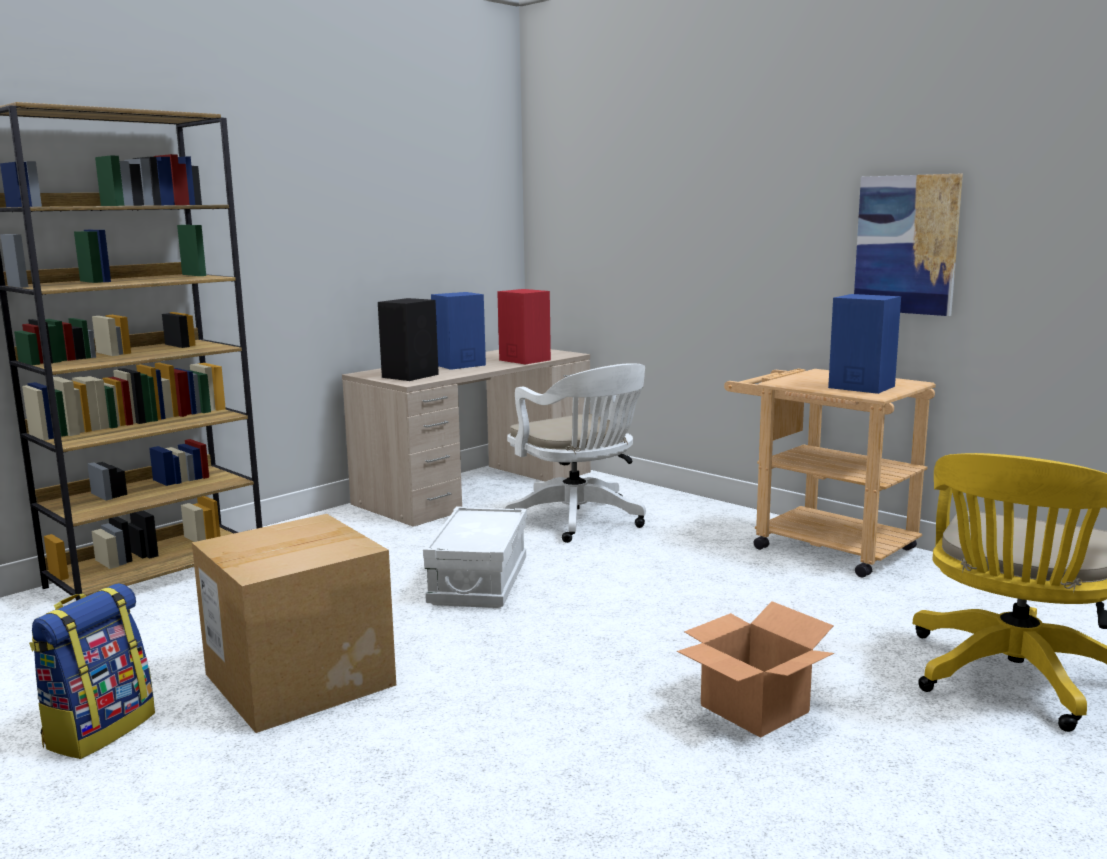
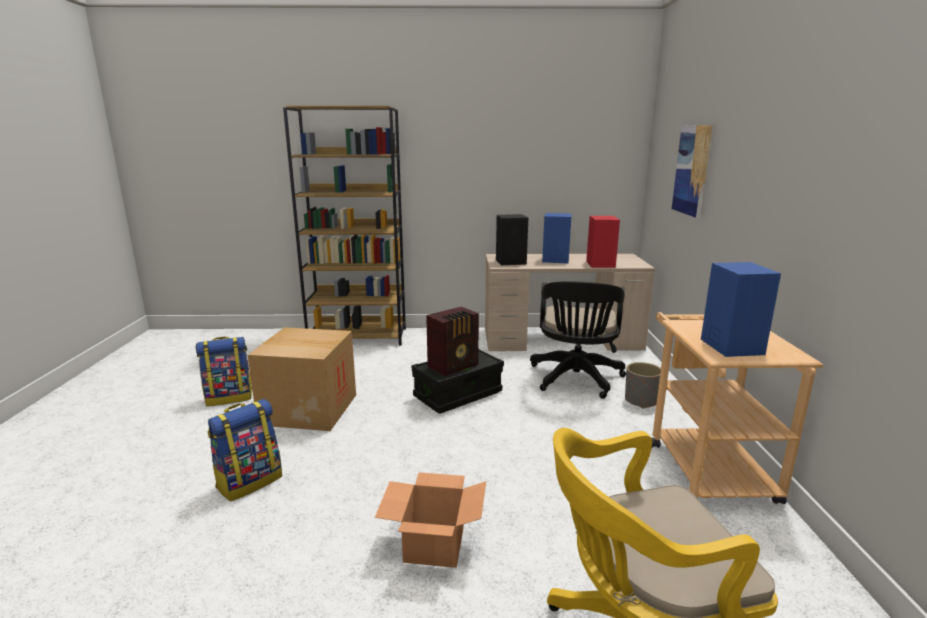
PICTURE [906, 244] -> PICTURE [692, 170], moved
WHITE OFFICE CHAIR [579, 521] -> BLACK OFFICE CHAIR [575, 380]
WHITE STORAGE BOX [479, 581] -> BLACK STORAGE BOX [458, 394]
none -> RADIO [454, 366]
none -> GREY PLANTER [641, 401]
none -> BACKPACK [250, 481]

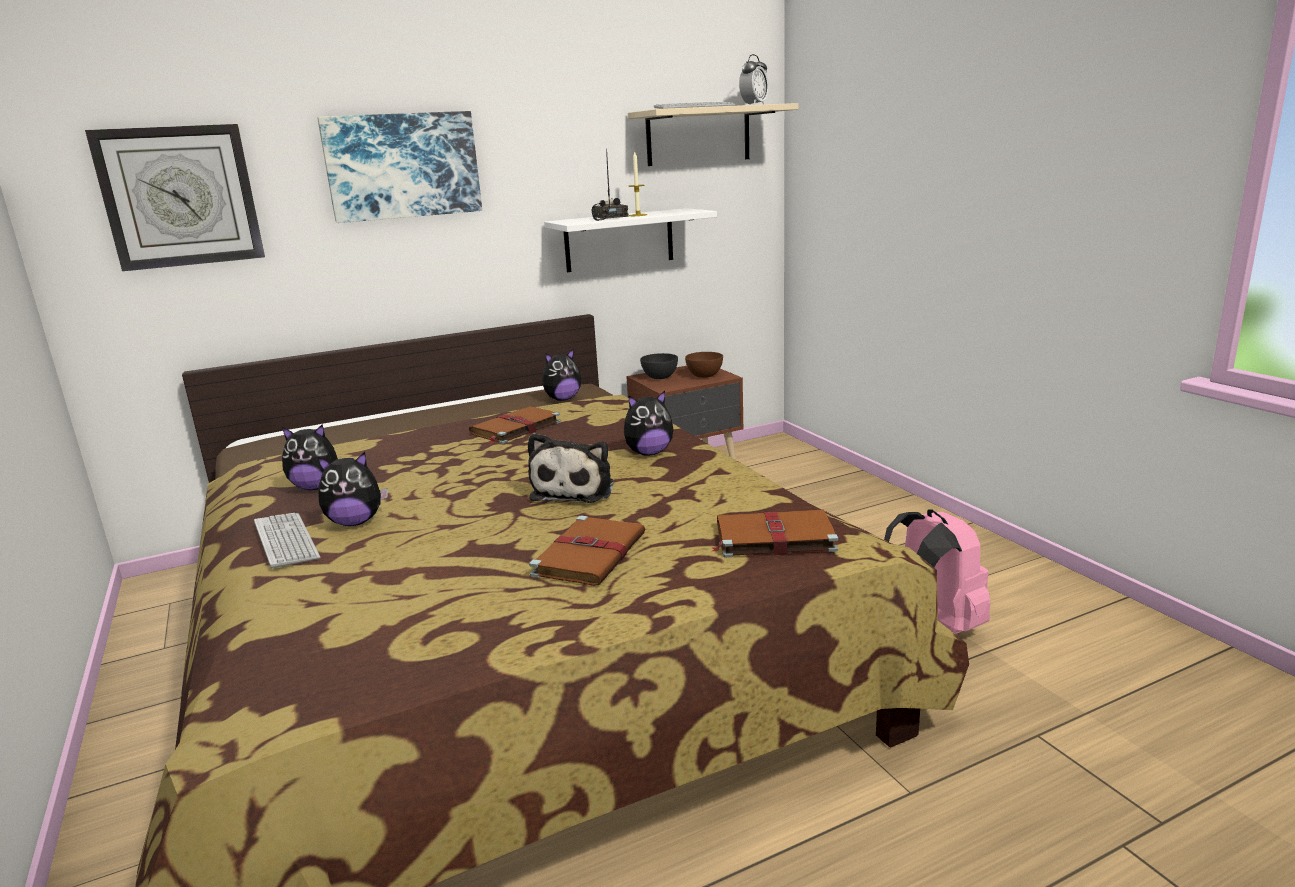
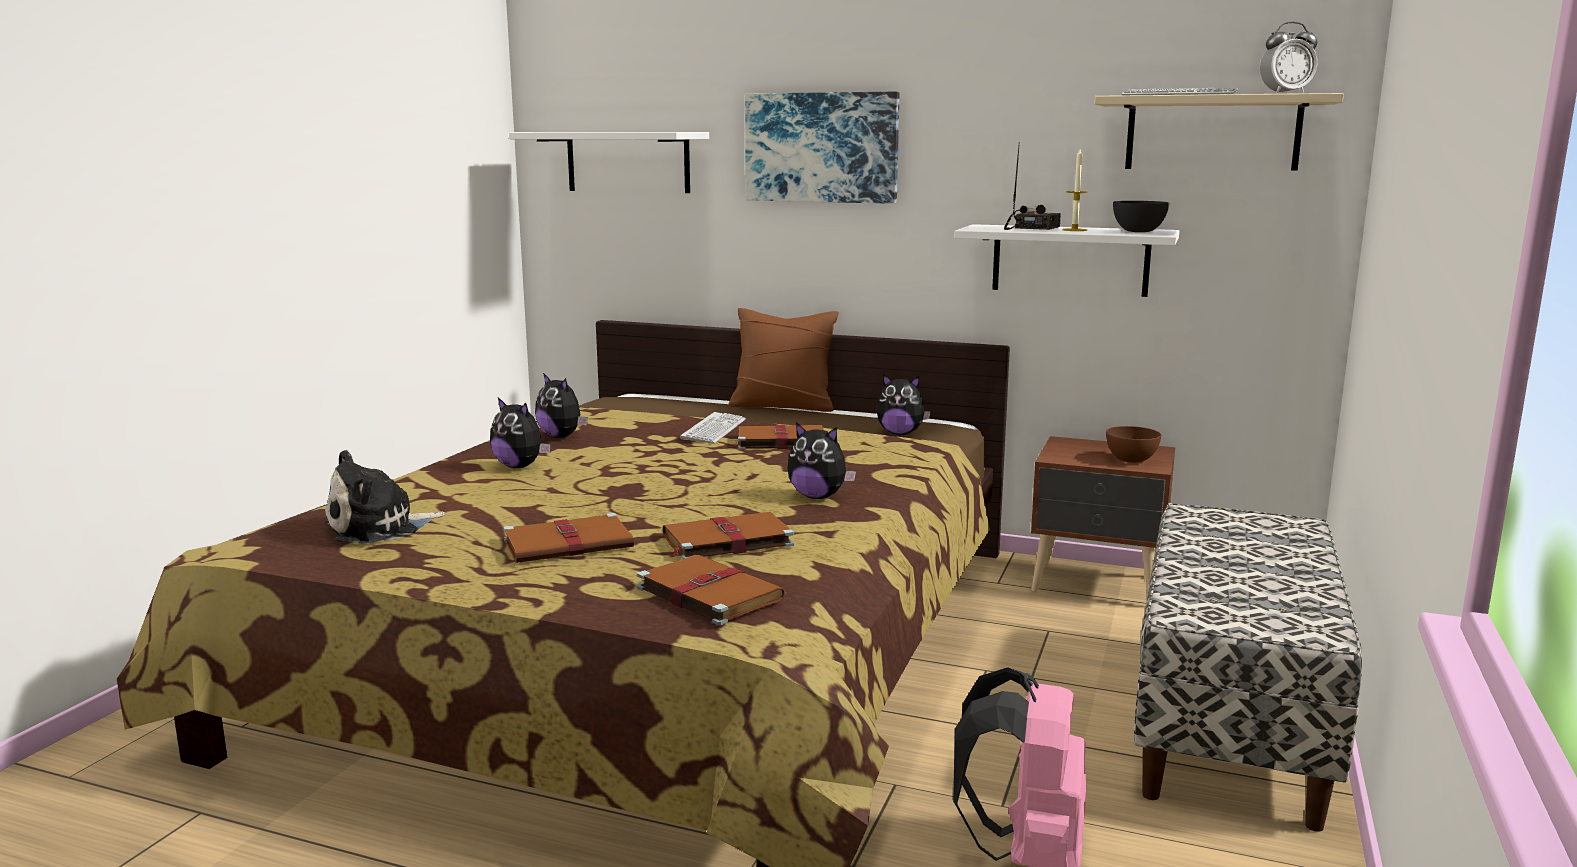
WALL CLOCK [180, 197] -> WHITE SHELF [628, 162]
GREY BOWL [659, 377] -> GREY BOWL [1138, 231], moved
PLUSH TOY [575, 489] -> PLUSH TOY [379, 528], moved
KEYBOARD [286, 541] -> KEYBOARD [714, 430], moved
none -> BROWN PILLOW [783, 406]
none -> BENCH [1231, 723]
none -> BROWN BOOK [725, 541]

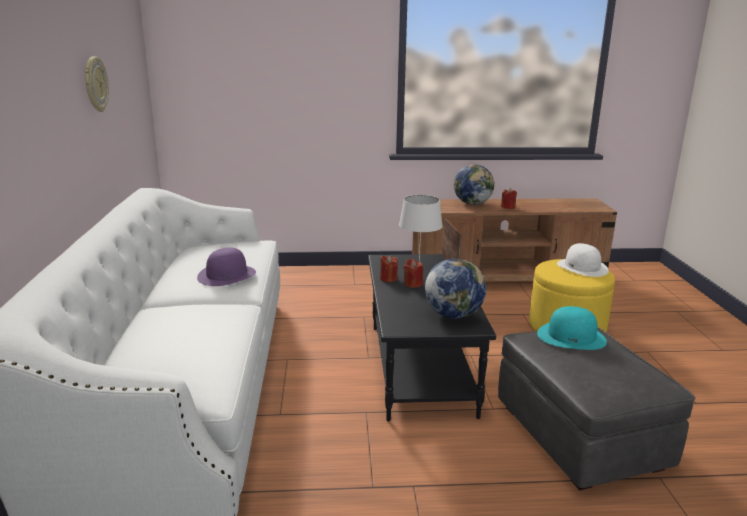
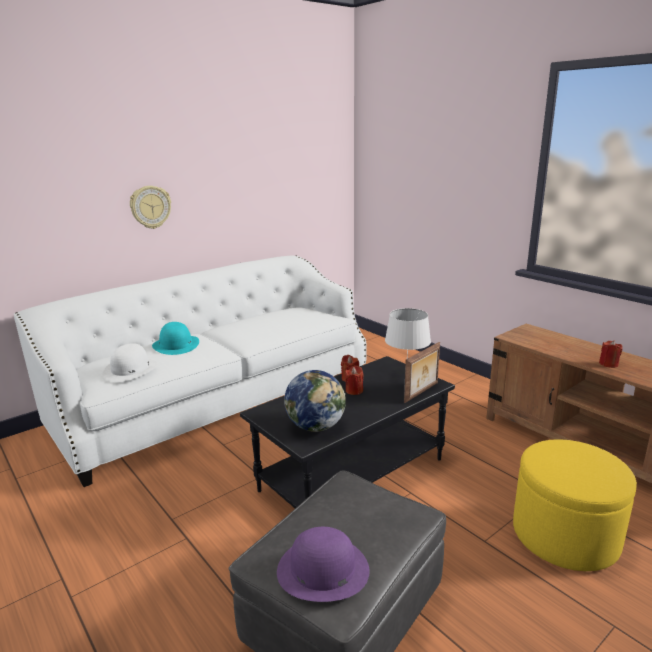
WALL CLOCK [95, 84] -> WALL CLOCK [150, 207], moved
GLOBE [472, 203] -> none
WHITE HAT [582, 267] -> WHITE HAT [130, 369], moved
PURPLE HAT [226, 275] -> PURPLE HAT [322, 570], moved
TURQUOISE HAT [571, 337] -> TURQUOISE HAT [176, 345], moved

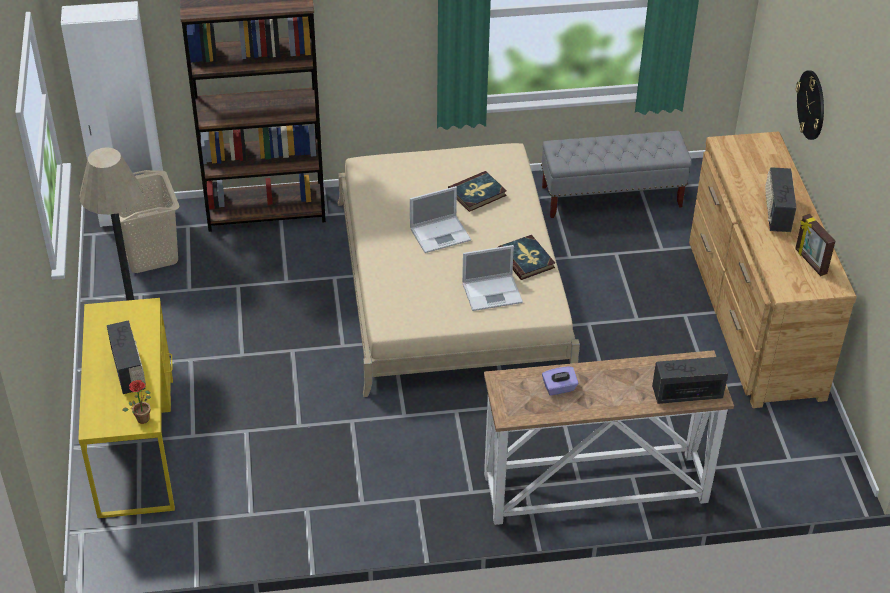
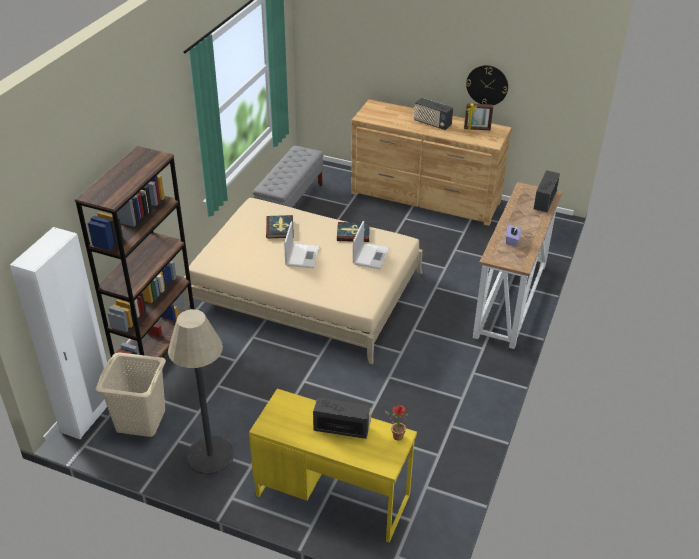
WALL CLOCK [811, 105] -> WALL CLOCK [487, 85], moved

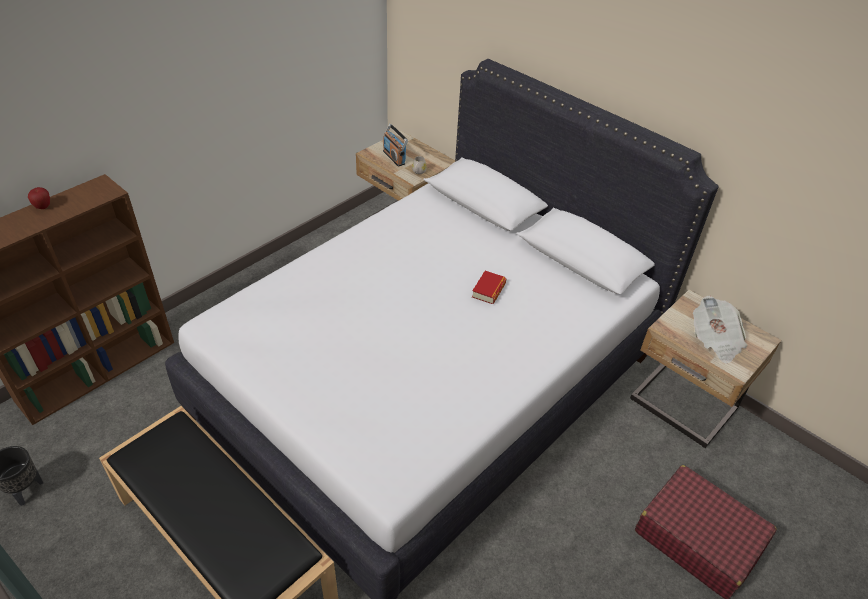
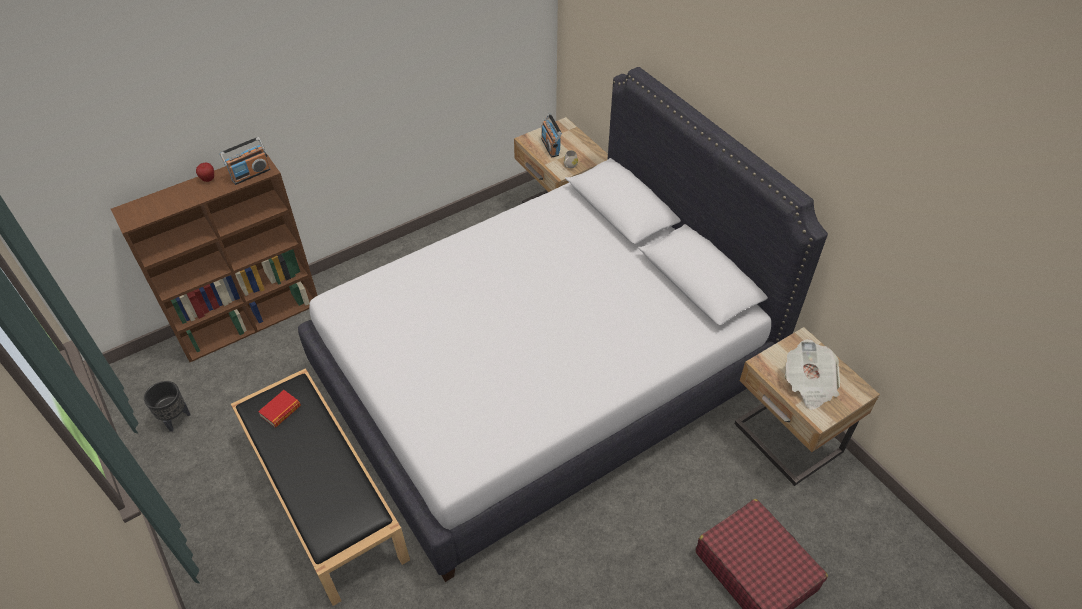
BOOK [488, 290] -> BOOK [281, 411], moved
none -> RADIO [250, 174]

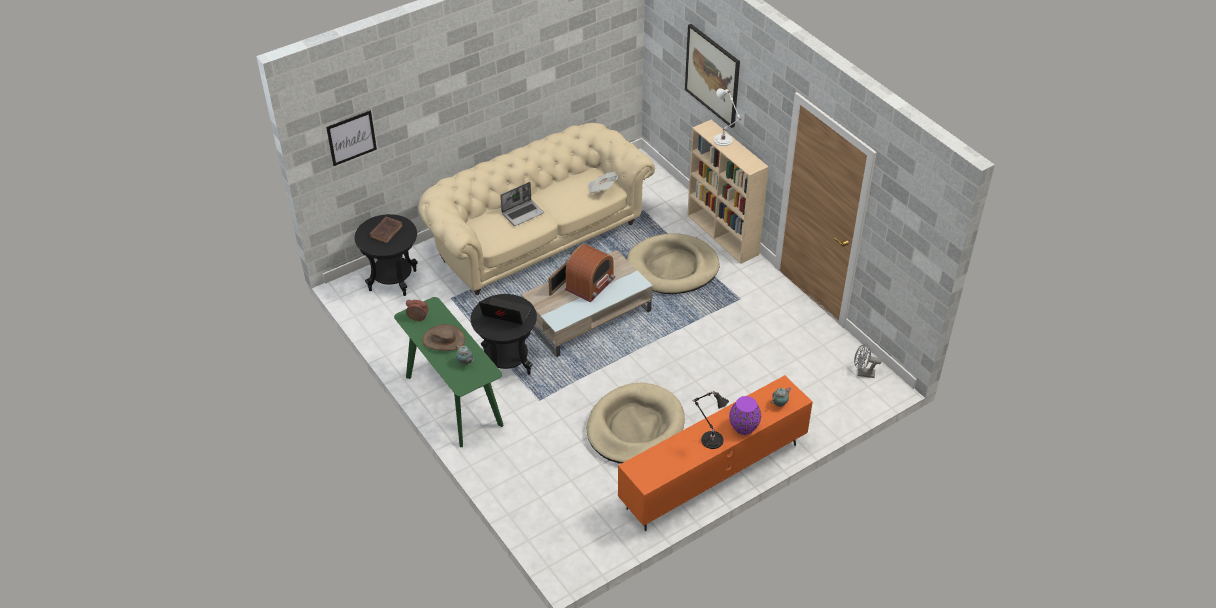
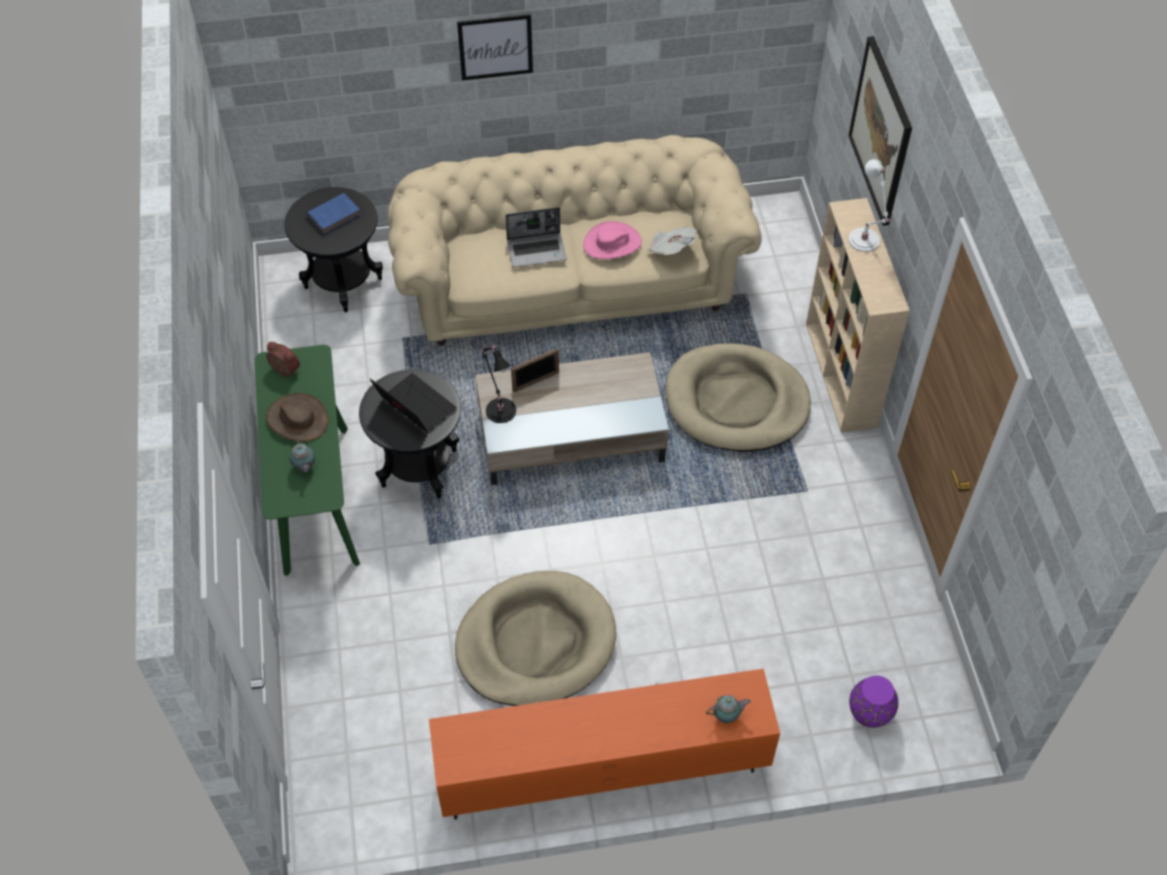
PICTURE [351, 138] -> PICTURE [495, 46], moved
BROWN BOOK [387, 231] -> BLUE BOOK [335, 215]
RADIO [590, 284] -> none
GREY FAN [862, 373] -> none
BLACK TABLE LAMP [710, 439] -> BLACK TABLE LAMP [499, 408], moved
PURPLE VASE [744, 427] -> PURPLE VASE [870, 713], moved
none -> PINK HAT [612, 243]

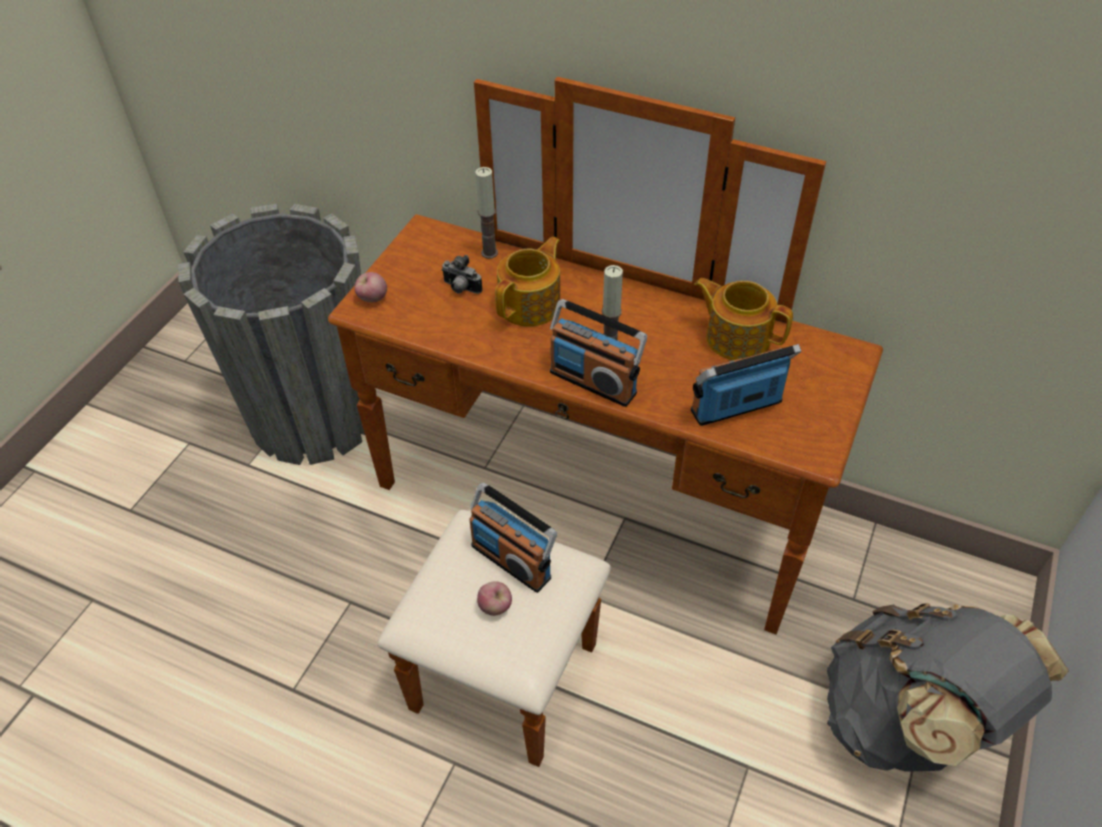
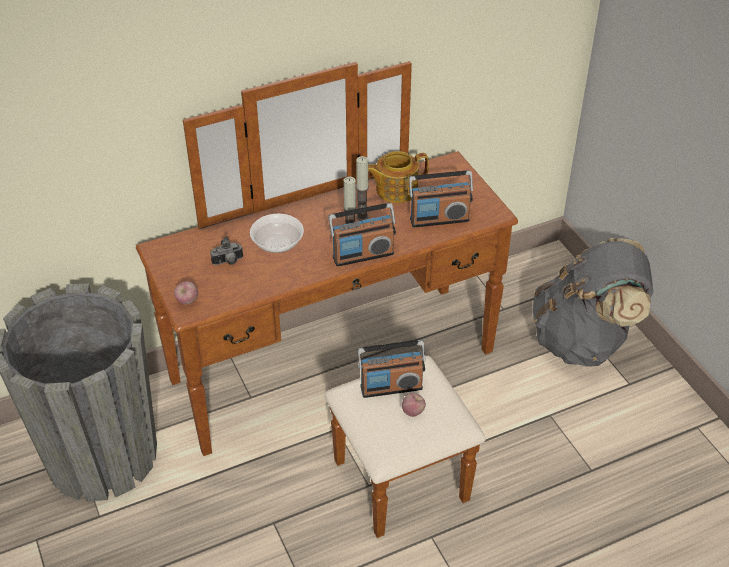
CANDLE [489, 253] -> CANDLE [362, 216], moved
TEAPOT [531, 305] -> BOWL [278, 243]
RADIO [737, 407] -> RADIO [439, 219], 120 degrees counterclockwise

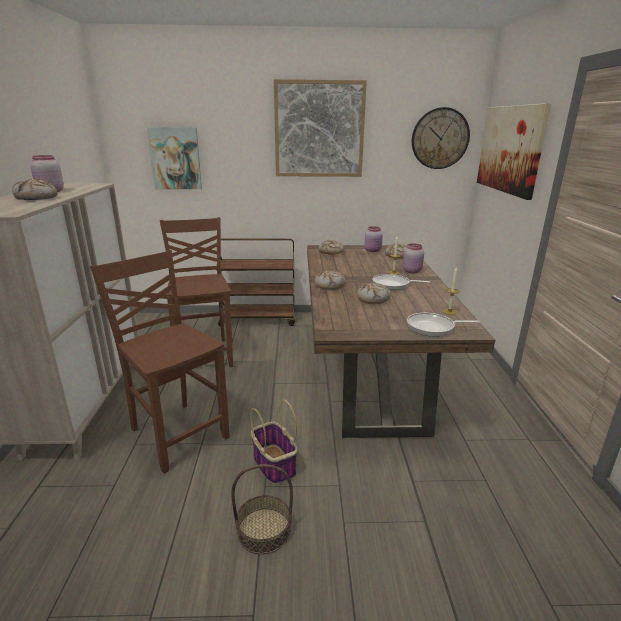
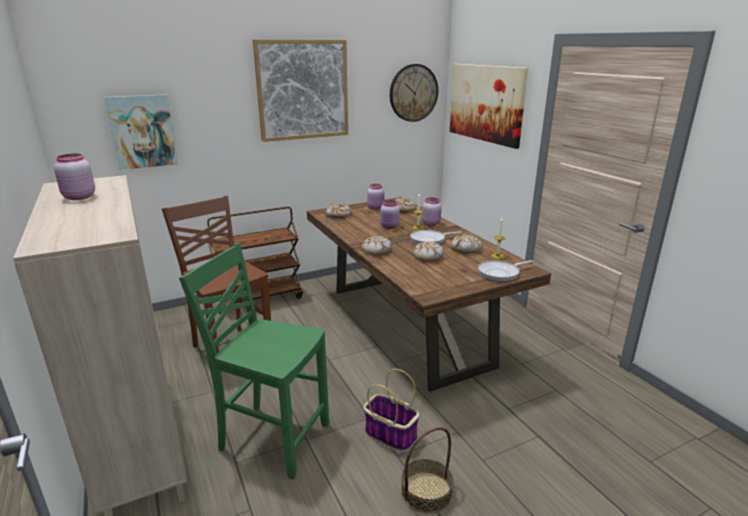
BREAD [37, 198] -> BREAD [466, 249], moved
BROWN CHAIR [177, 433] -> GREEN CHAIR [272, 437]
none -> PINK JAR [390, 226]

